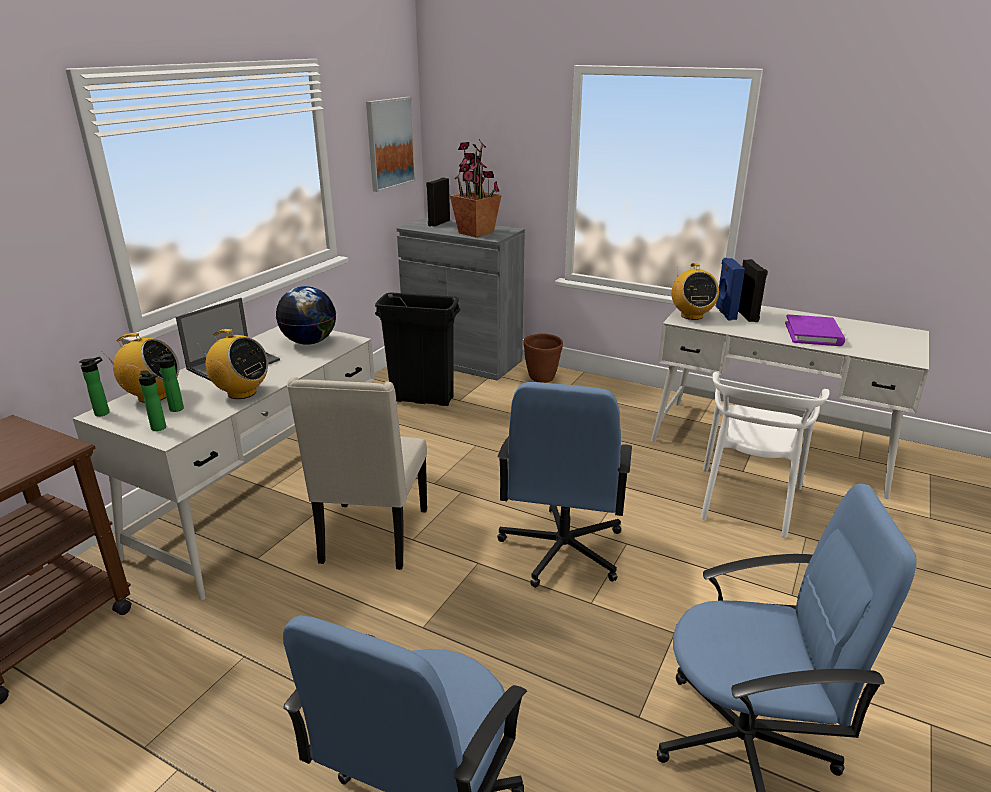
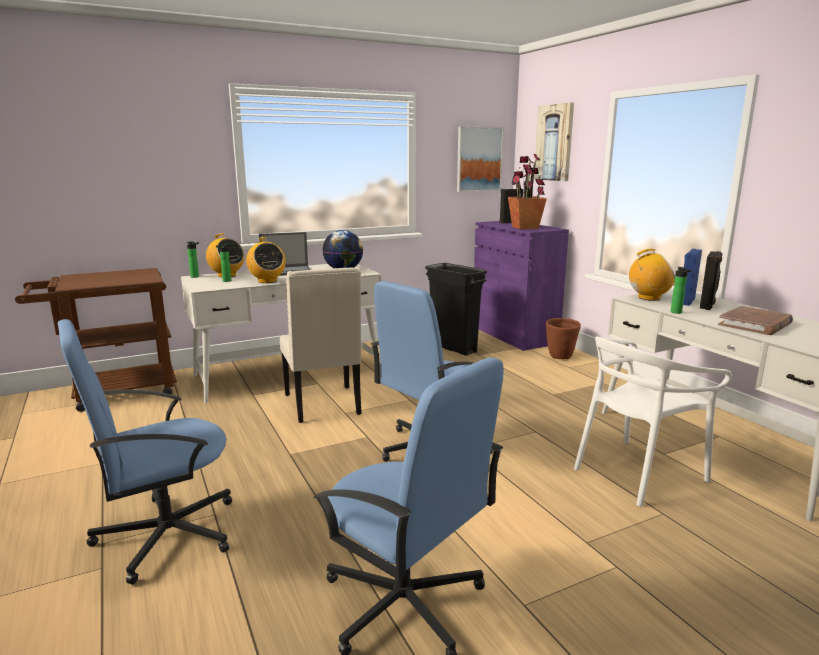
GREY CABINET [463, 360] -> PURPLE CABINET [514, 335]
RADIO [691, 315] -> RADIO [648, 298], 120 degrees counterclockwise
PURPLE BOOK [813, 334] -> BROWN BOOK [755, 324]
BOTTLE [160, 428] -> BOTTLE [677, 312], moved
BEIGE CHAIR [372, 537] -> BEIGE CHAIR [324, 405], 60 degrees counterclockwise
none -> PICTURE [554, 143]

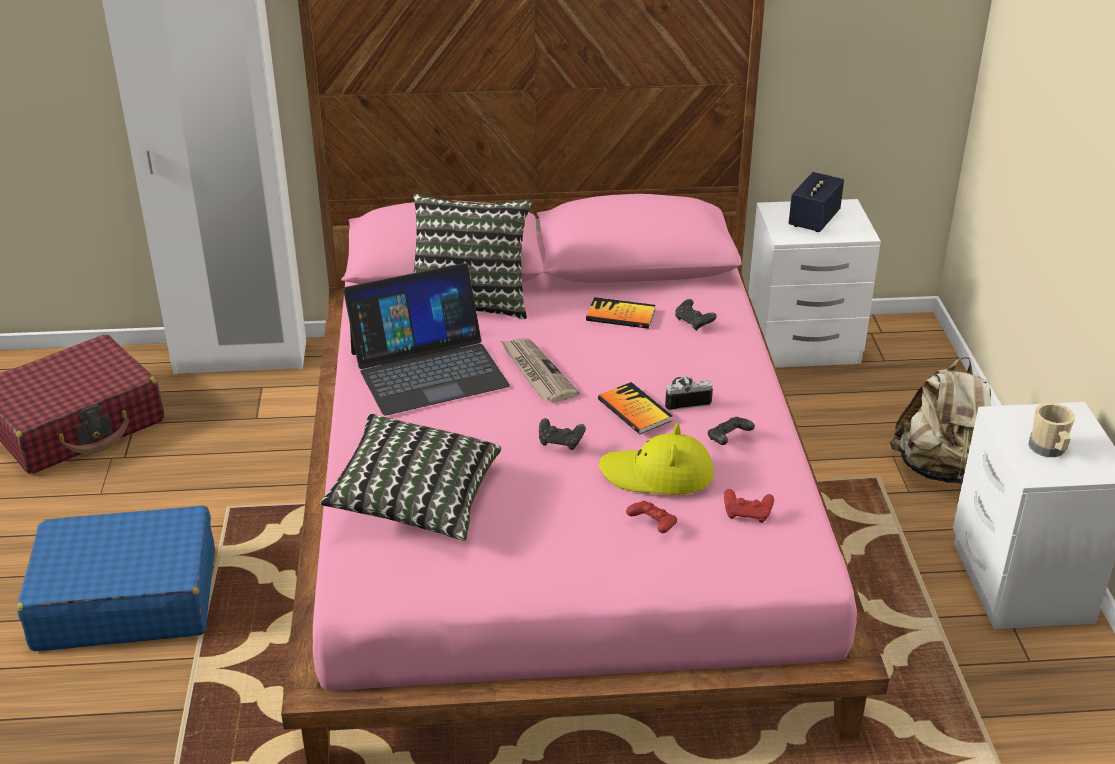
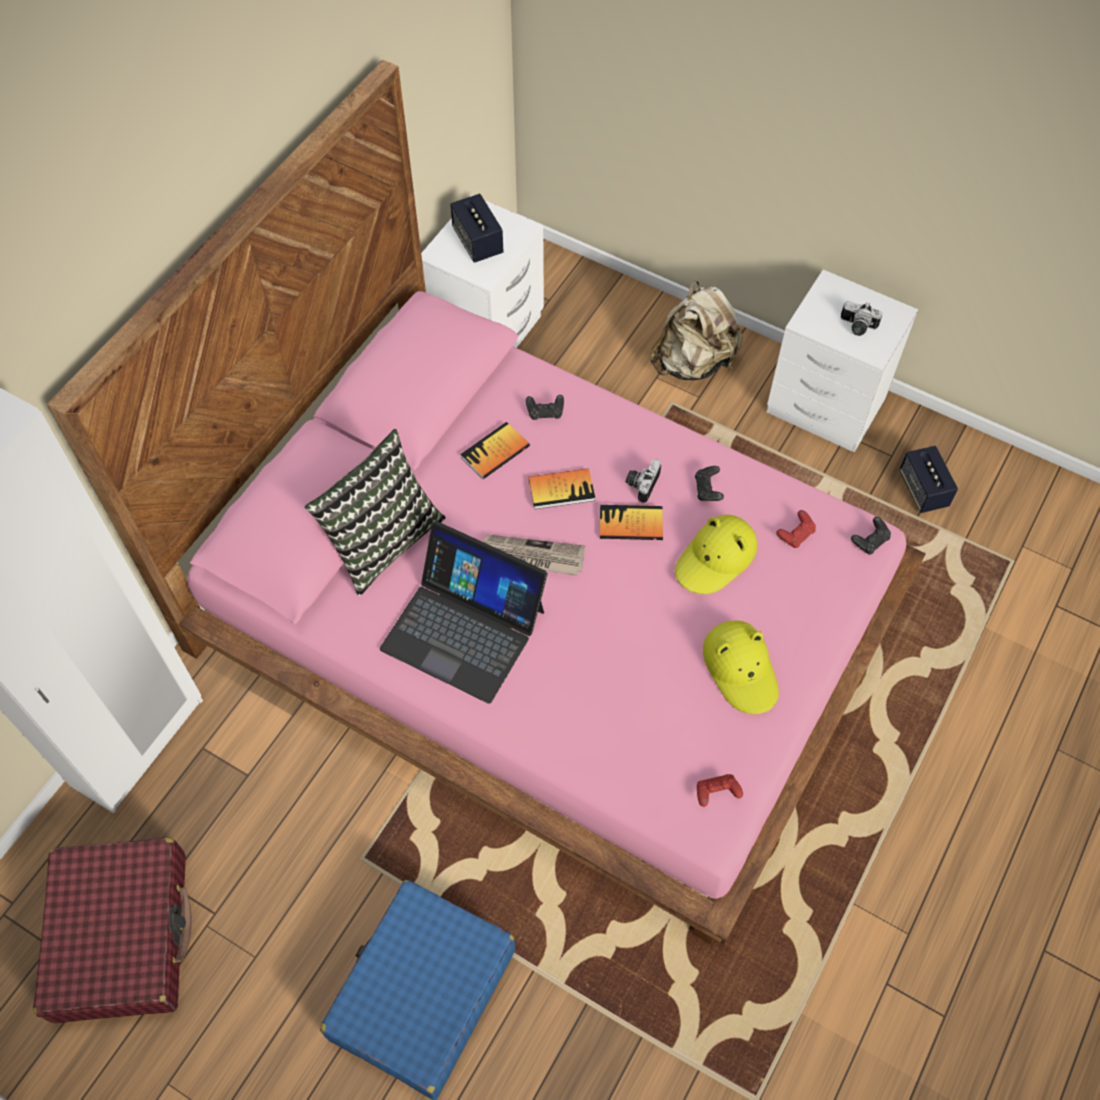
LAPTOP [428, 368] -> LAPTOP [464, 628], 105 degrees clockwise
BEIGE MUG [1049, 450] -> PHOTO CAMERA [857, 327]
PILLOW [416, 499] -> none
BLACK GAME CONTROLLER [560, 442] -> BLACK GAME CONTROLLER [870, 541], moved
RED GAME CONTROLLER [652, 525] -> RED GAME CONTROLLER [716, 793], moved
none -> SPEAKER [923, 490]
none -> BOOK [561, 489]
none -> YELLOW HAT [741, 669]

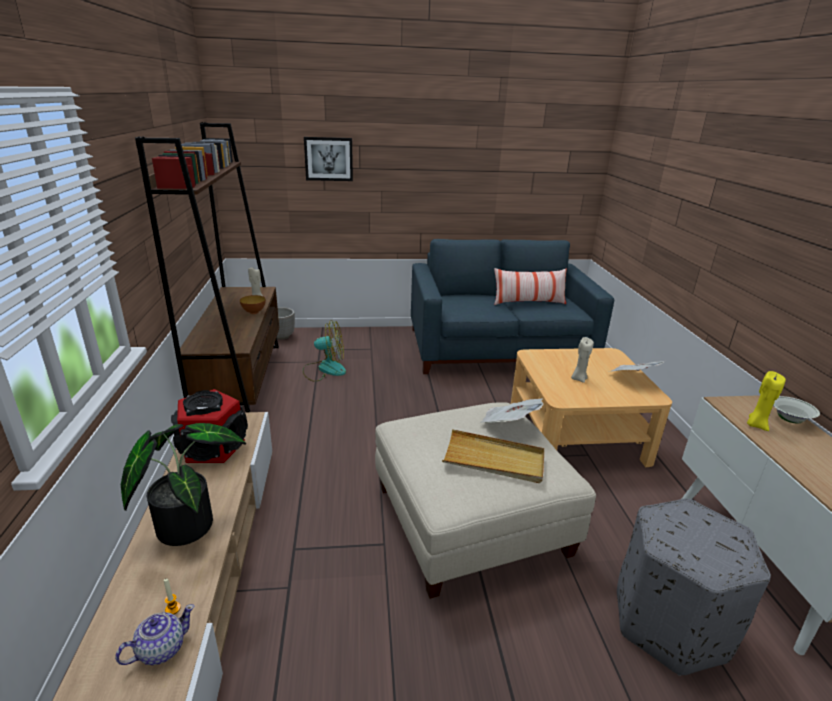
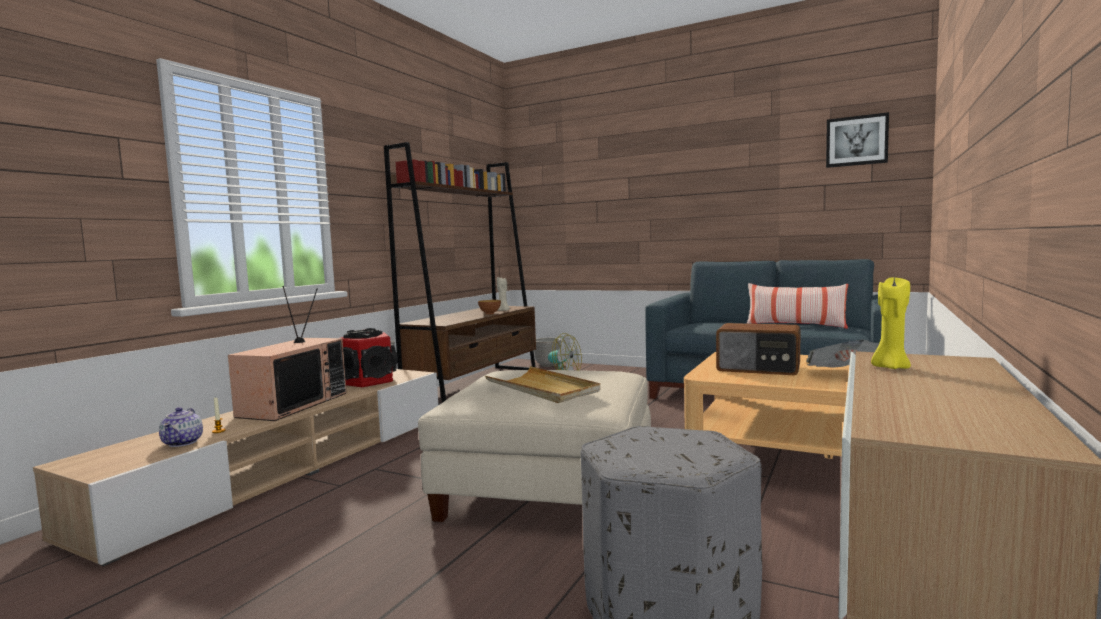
PICTURE [328, 159] -> PICTURE [856, 141], moved
BEIGE CANDLE [578, 379] -> RADIO [758, 368]
WHITE BOWL [789, 420] -> none
NEWSPAPER [508, 424] -> none
POTTED PLANT [187, 522] -> TELEVISION [293, 404]
TEAPOT [160, 649] -> TEAPOT [183, 442], 90 degrees clockwise

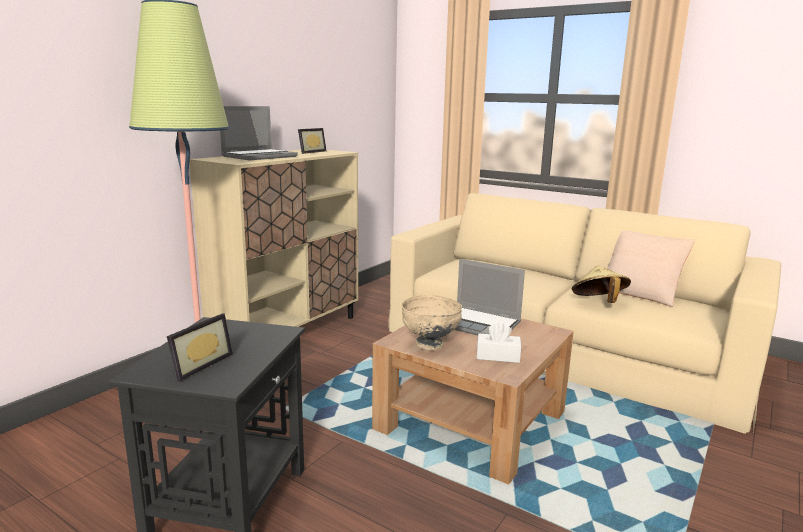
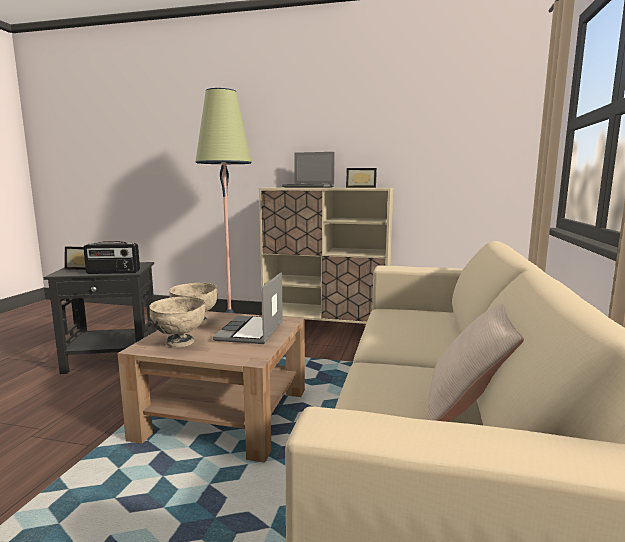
BEIGE HAT [598, 302] -> none
WHITE TISSUE BOX [498, 356] -> BEIGE BOWL [179, 342]
none -> RADIO [113, 272]

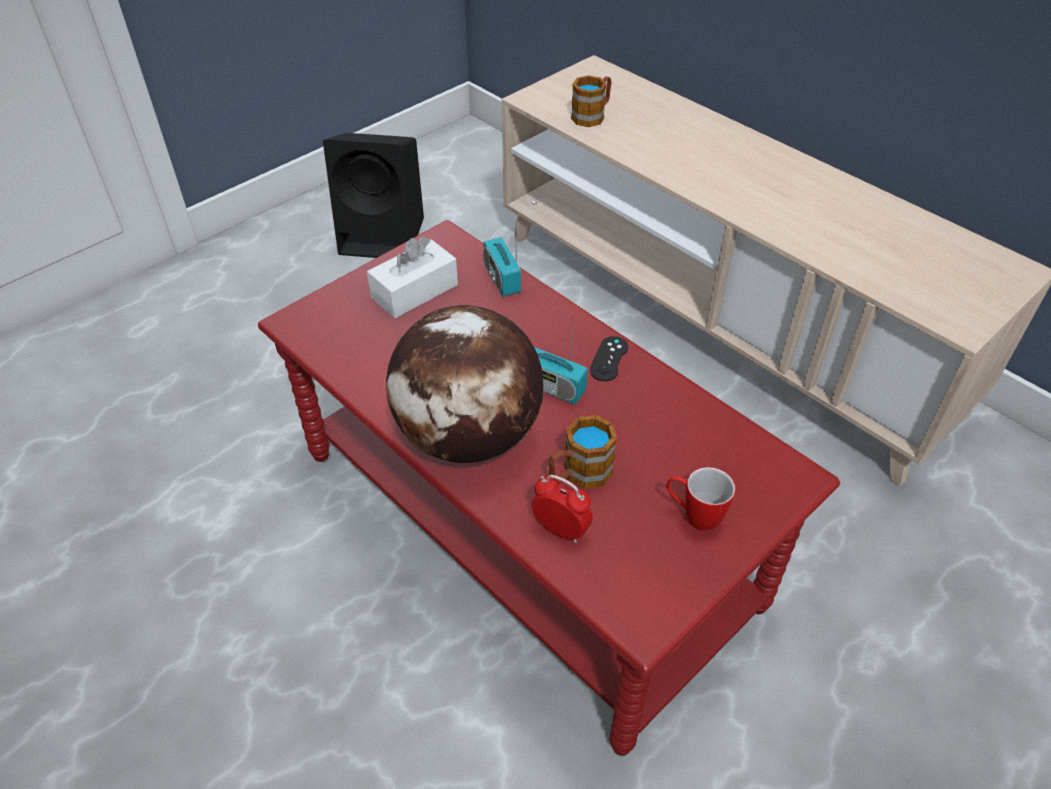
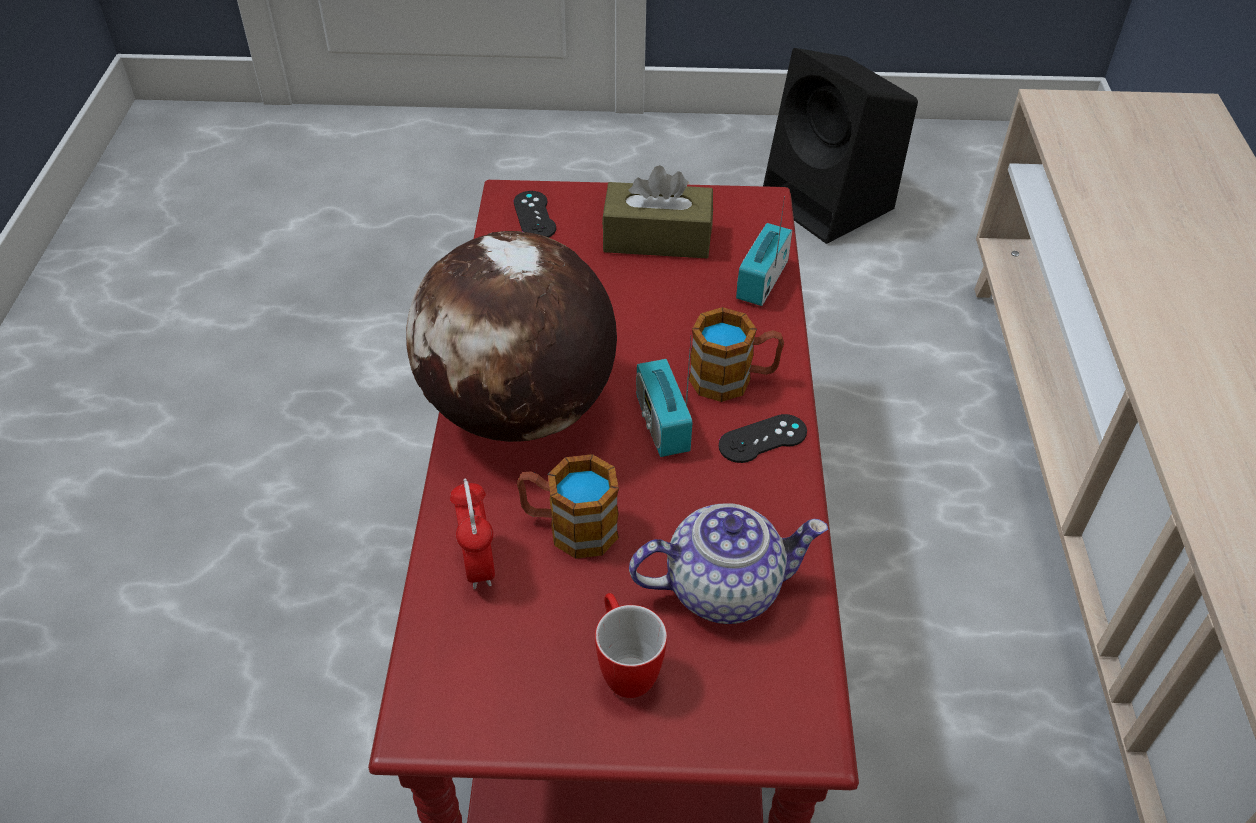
MUG [592, 115] -> MUG [733, 379], moved
WHITE TISSUE BOX [414, 291] -> BROWN TISSUE BOX [657, 238]
none -> BLACK GAME CONTROLLER [534, 215]
none -> TEAPOT [724, 587]

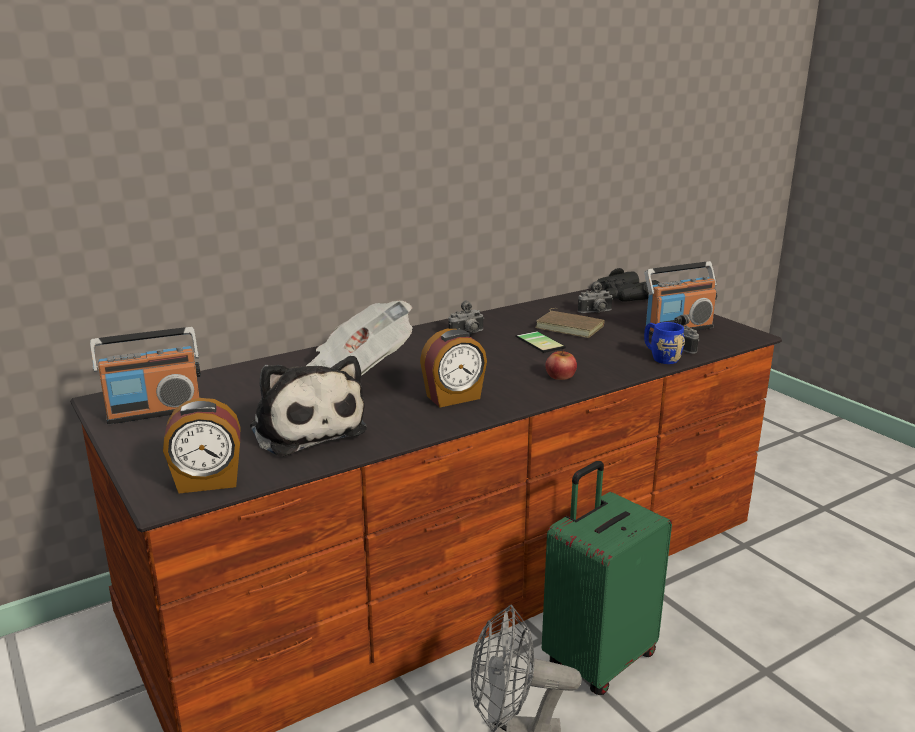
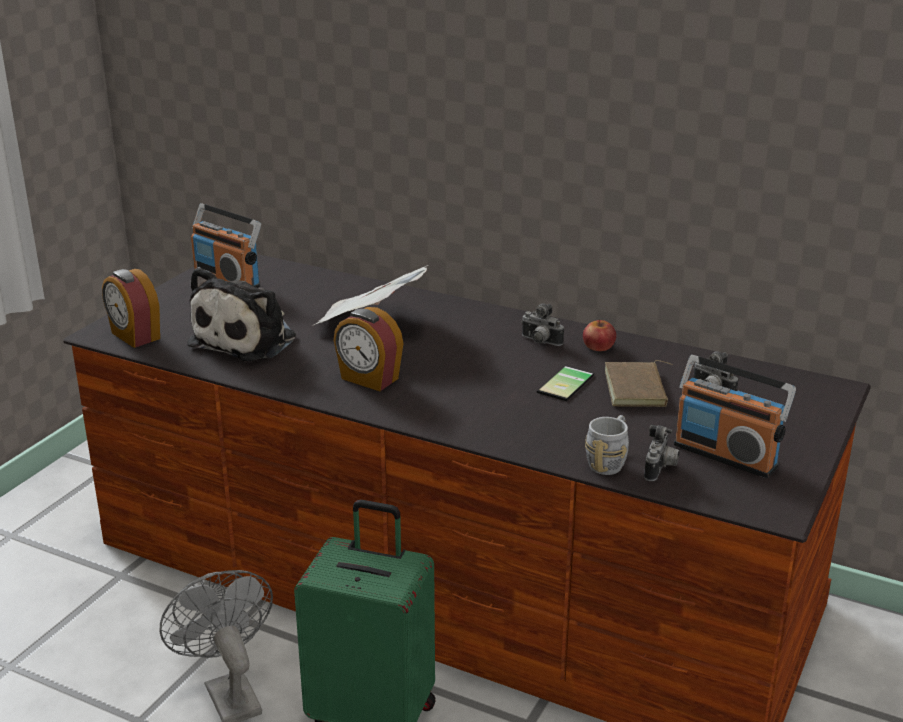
BLACK BINOCULARS [622, 296] -> none
BLUE MUG [660, 357] -> GREY MUG [609, 461]
APPLE [560, 376] -> APPLE [598, 346], moved

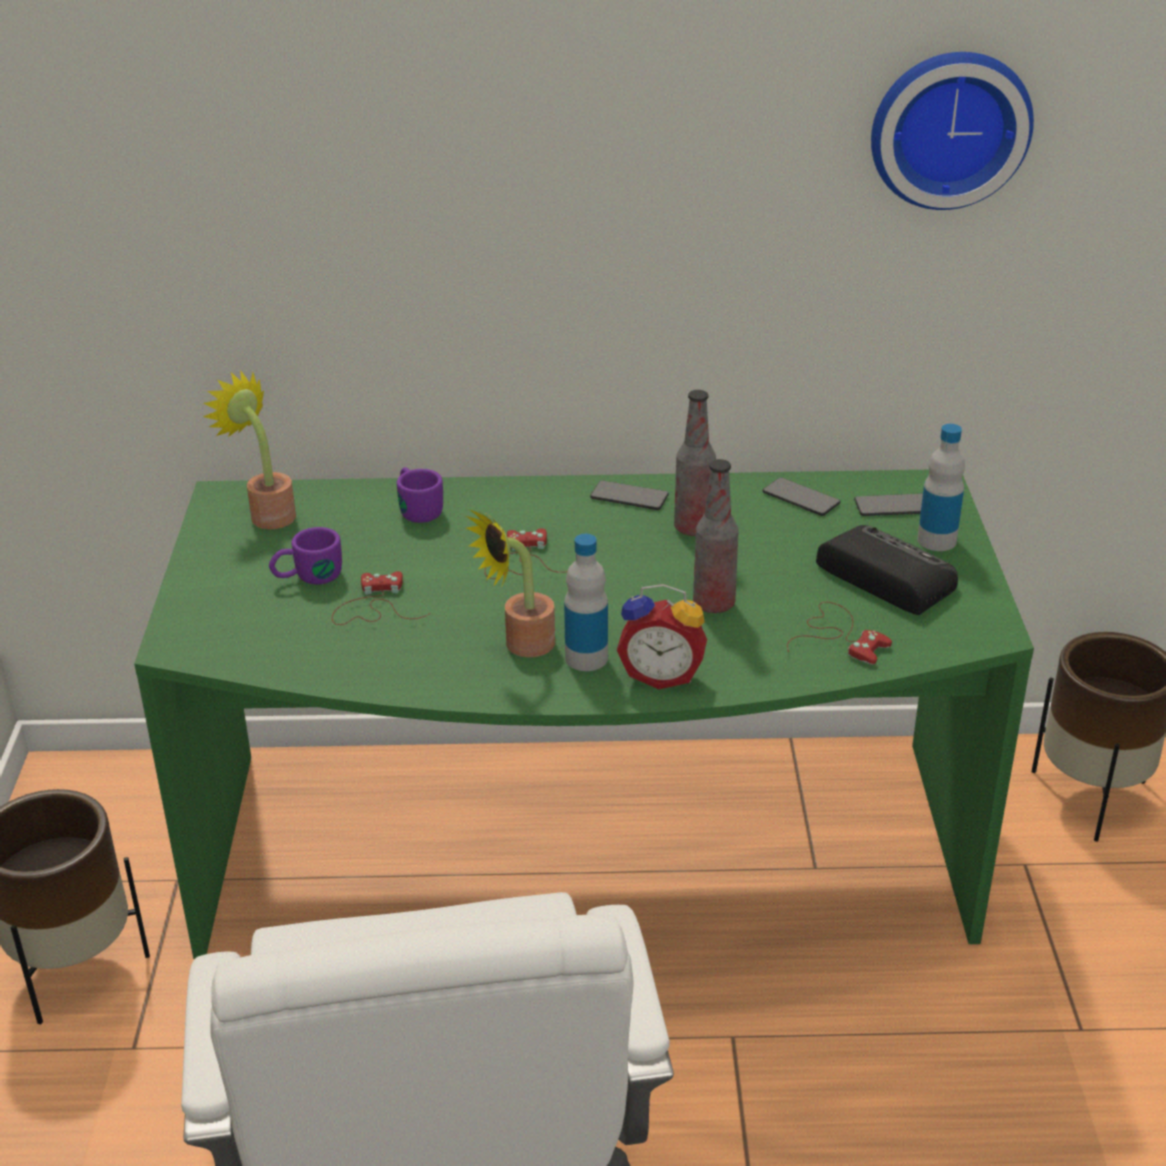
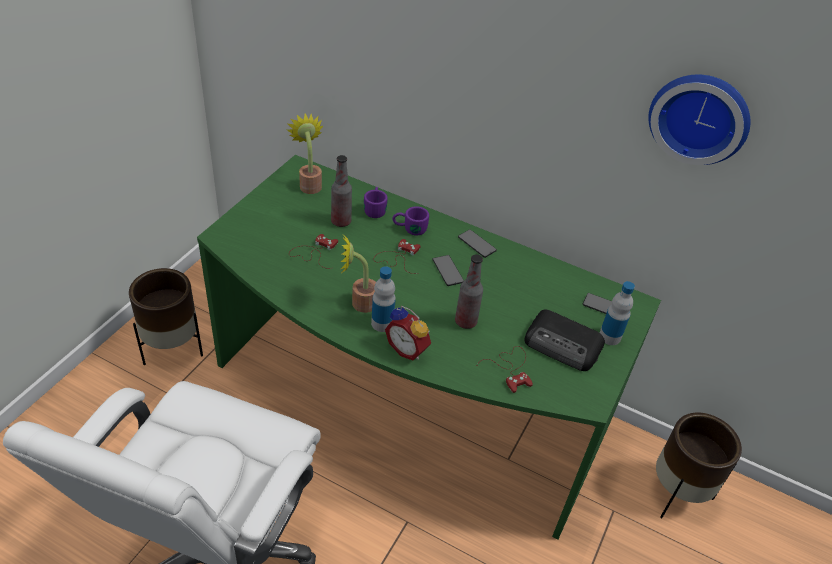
BOTTLE [693, 528] -> BOTTLE [341, 222], moved
PHONE [801, 498] -> PHONE [447, 271], moved
RADIO [884, 577] -> RADIO [563, 345], 135 degrees clockwise
PURPLE MUG [307, 577] -> PURPLE MUG [409, 228], moved

